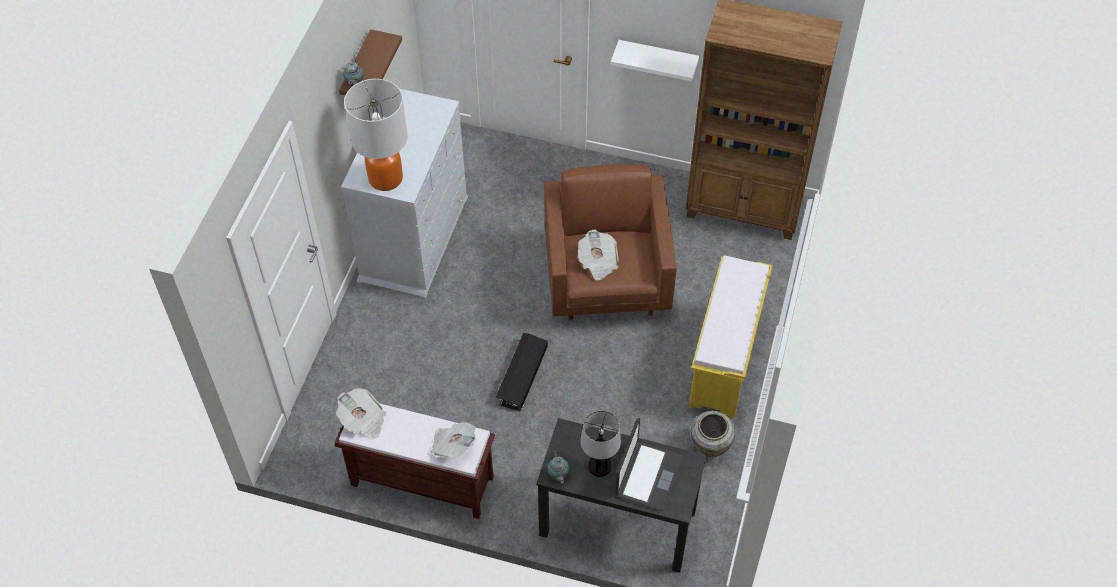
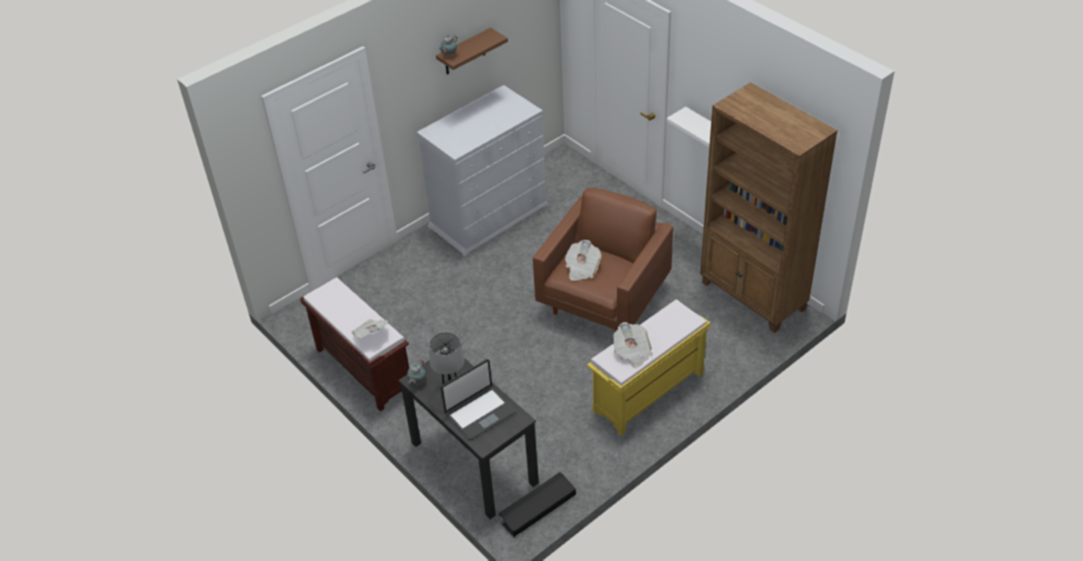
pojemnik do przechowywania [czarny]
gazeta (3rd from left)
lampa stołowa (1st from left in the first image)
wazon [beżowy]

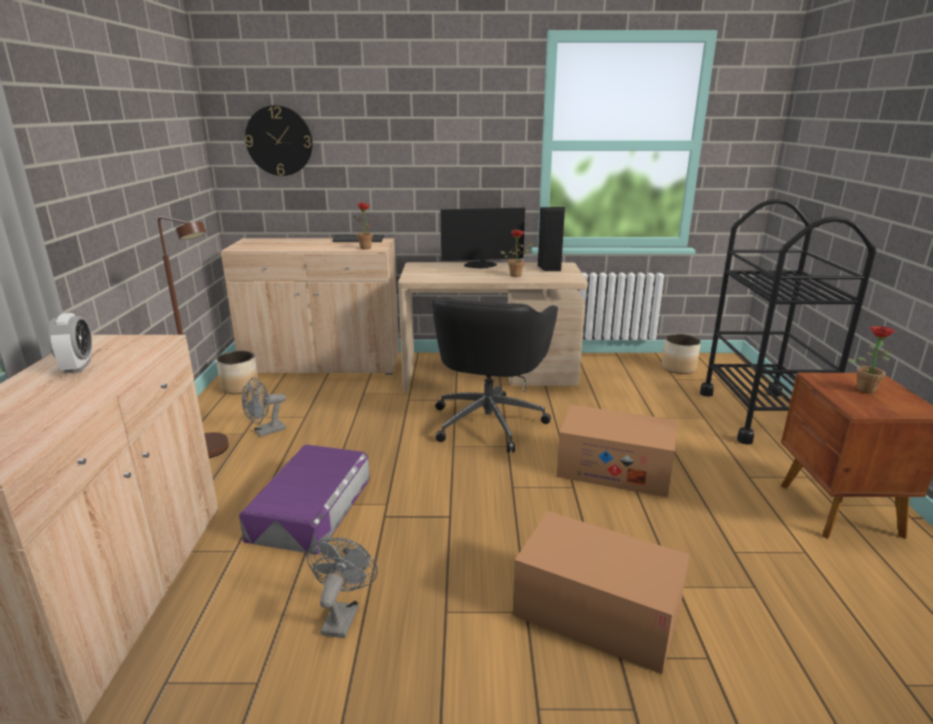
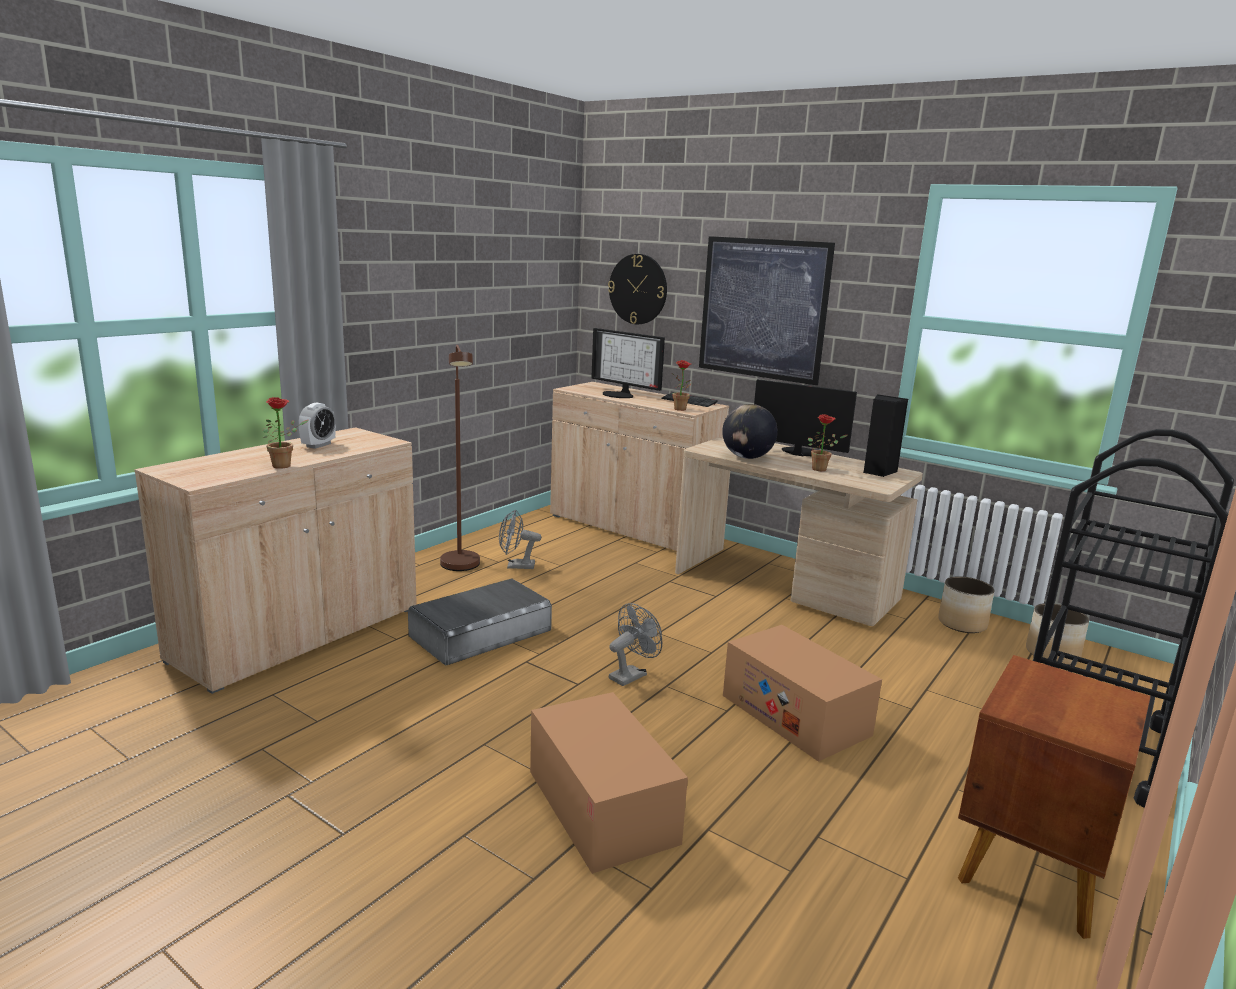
roślina doniczkowa (1st from left)
pojemnik do przechowywania [szary]
monitor (1st from left)
wentylator [szary] (2nd from left)
obraz
globus
donica (1st from left)
krzesło biurowe [czarny]

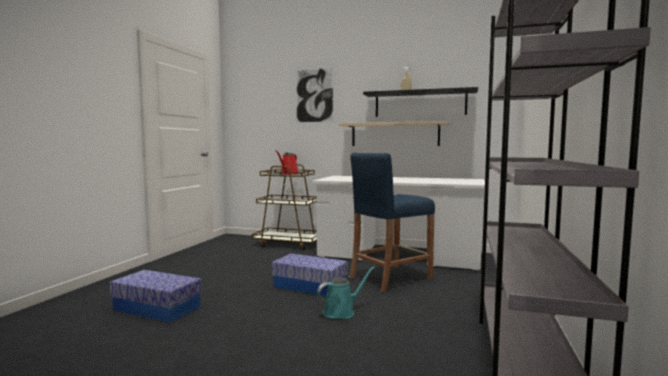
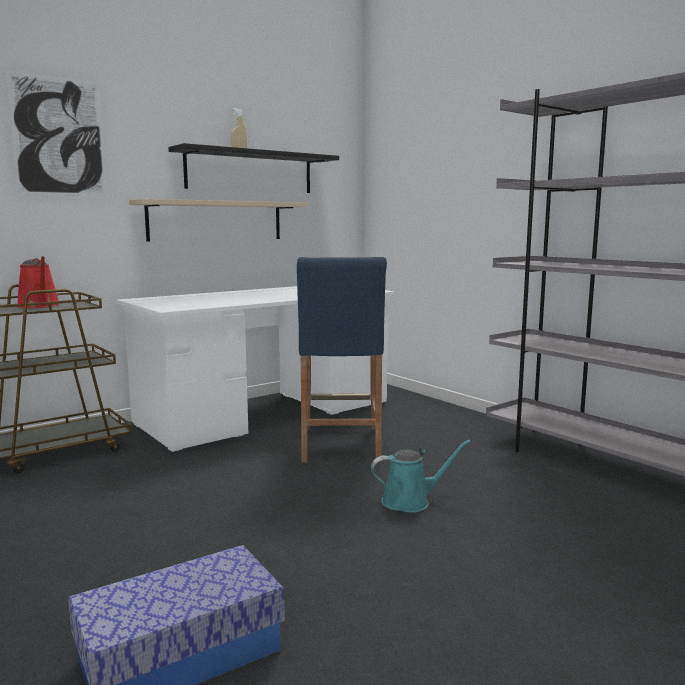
konewka [turkusowy]
pojemnik do przechowywania (2nd from left in the first image)

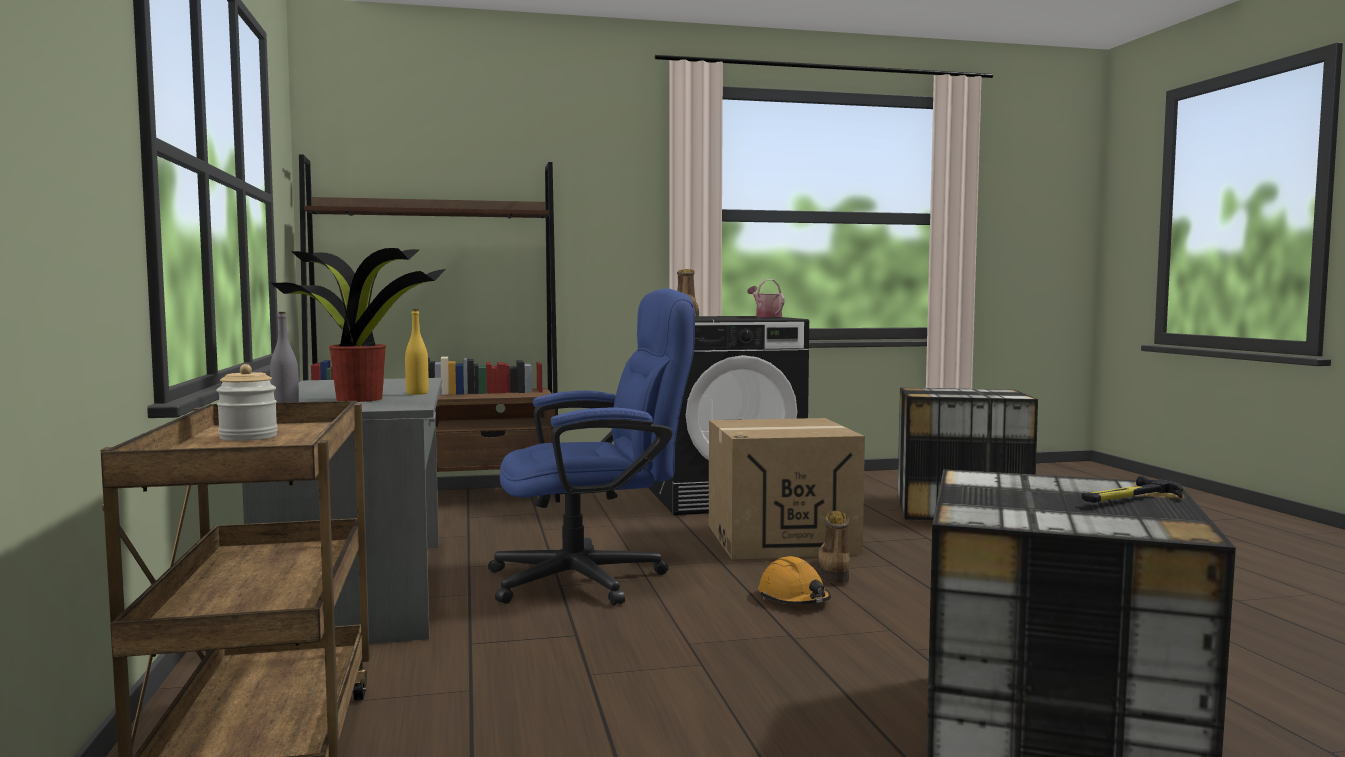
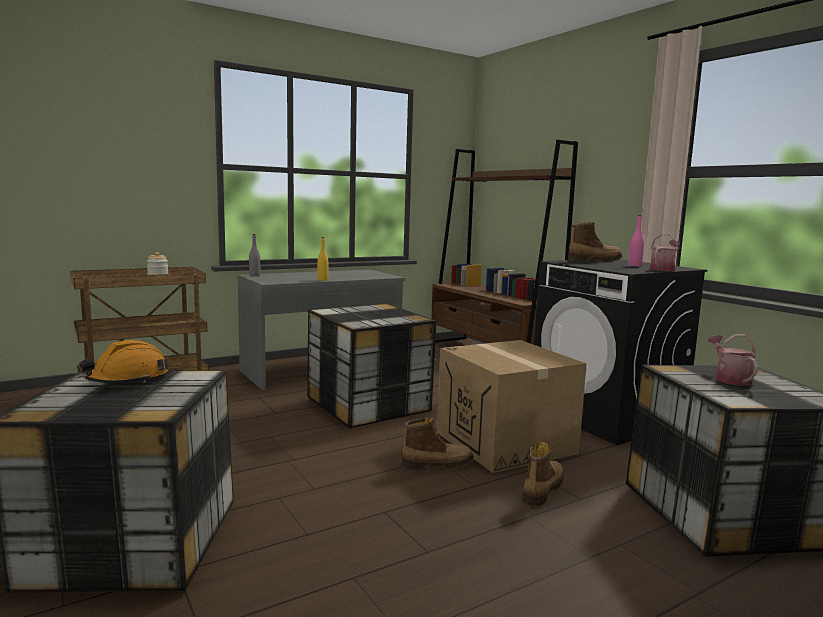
kask [pomarańczowy]
pojemnik do przechowywania (2nd from left)
but z cholewką (2nd from left)
butelka [różowy]
konewka (2nd from left)
roślina doniczkowa
młotek

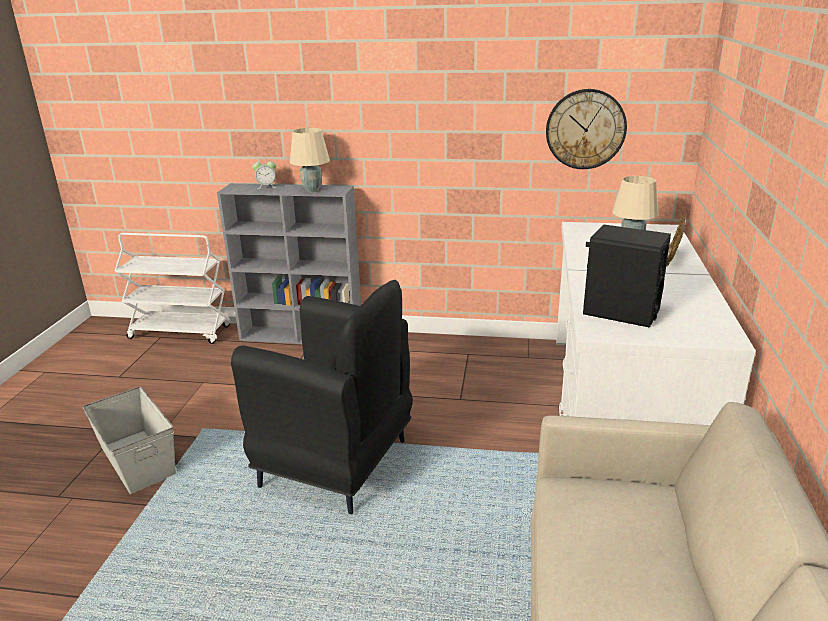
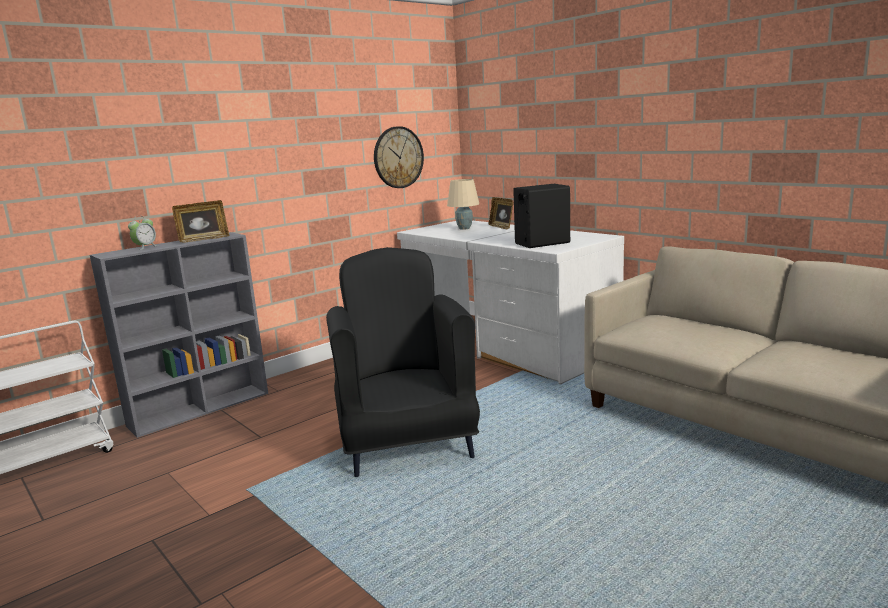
ramka na zdjęcie (1st from left)
fotel [czarny]
pojemnik do przechowywania [szary]

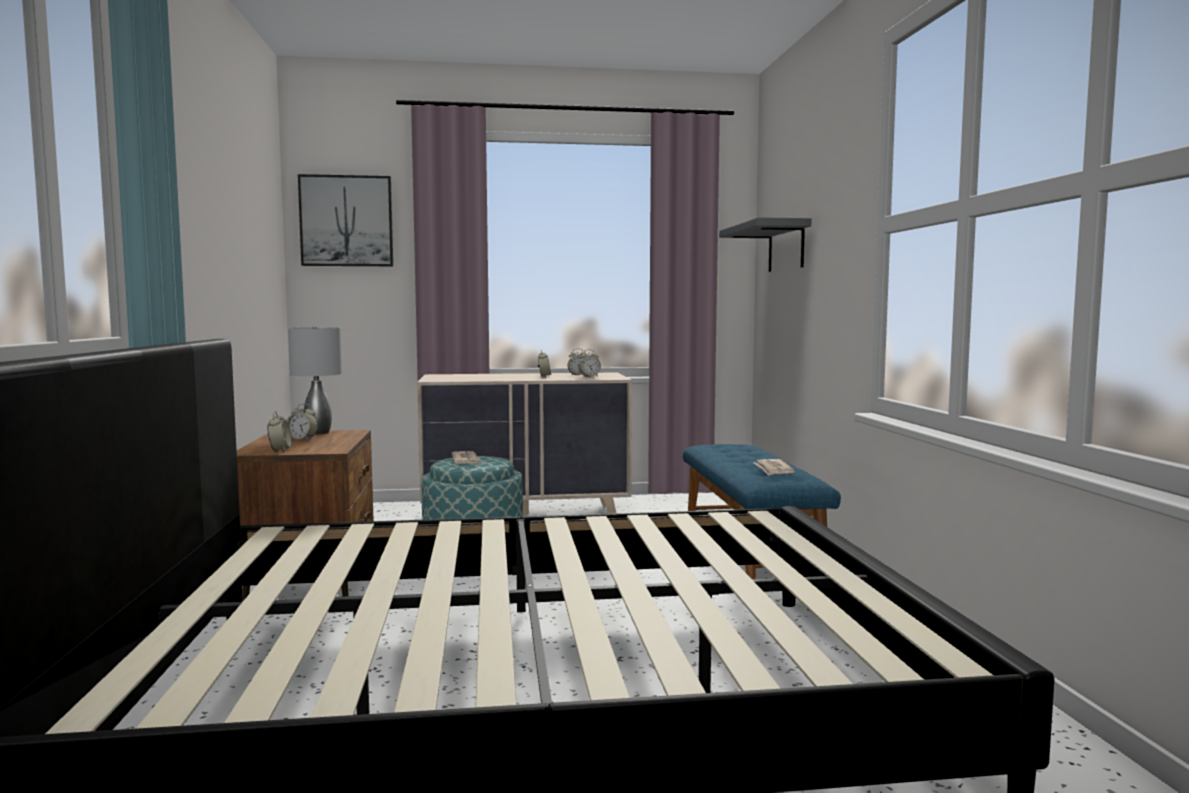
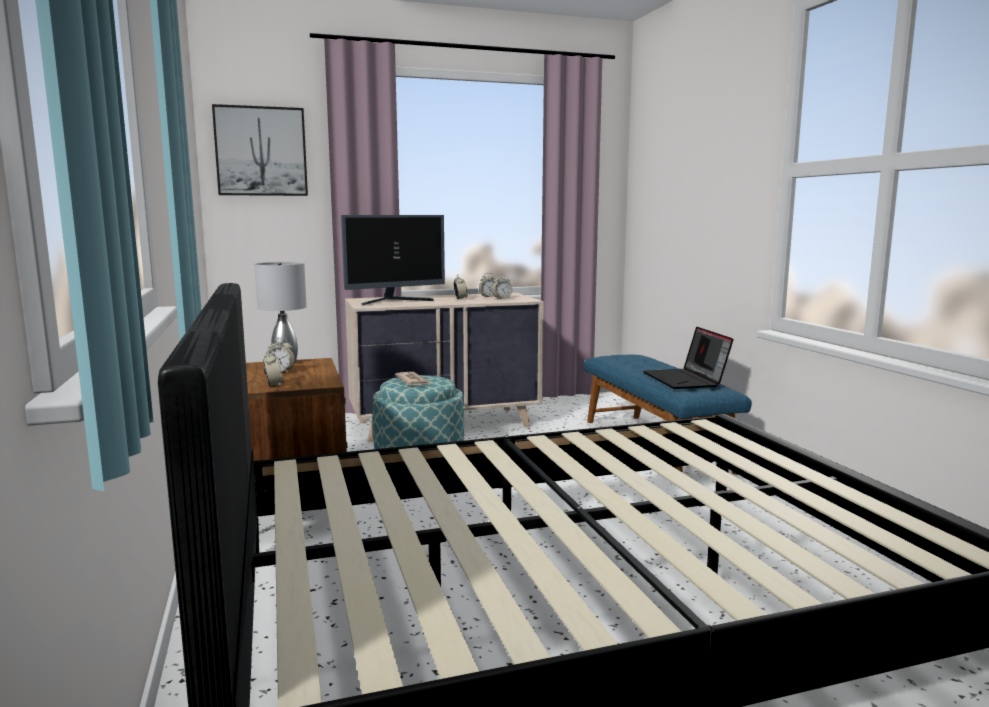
monitor
laptop
półka [szary]

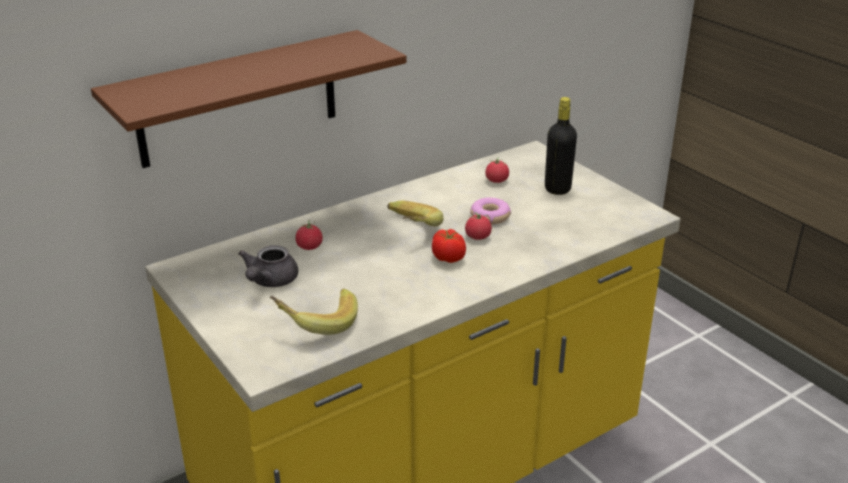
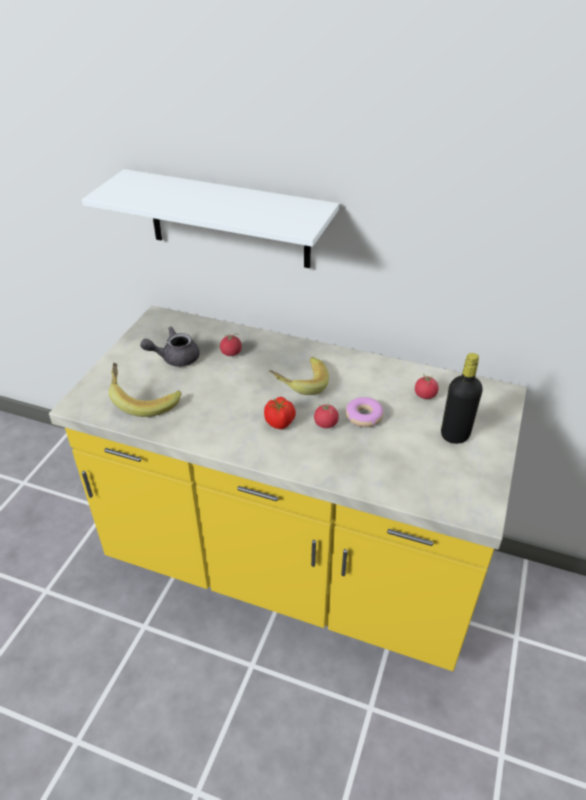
półka [biały]

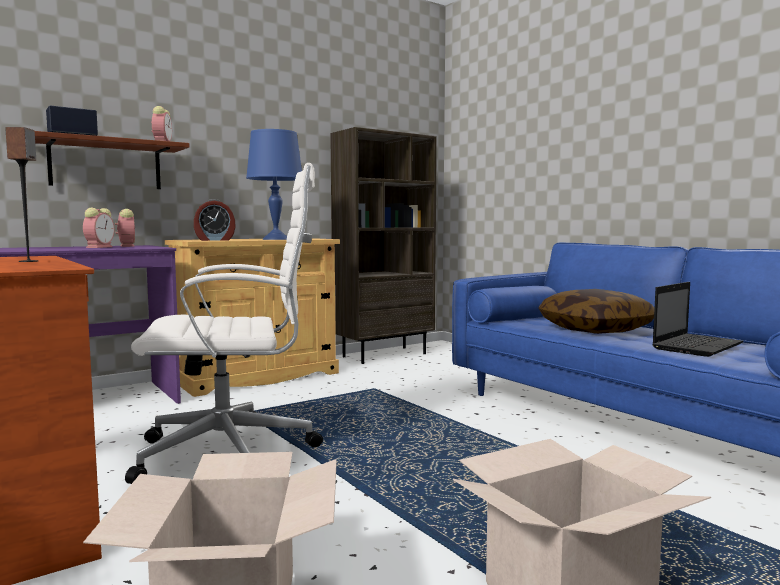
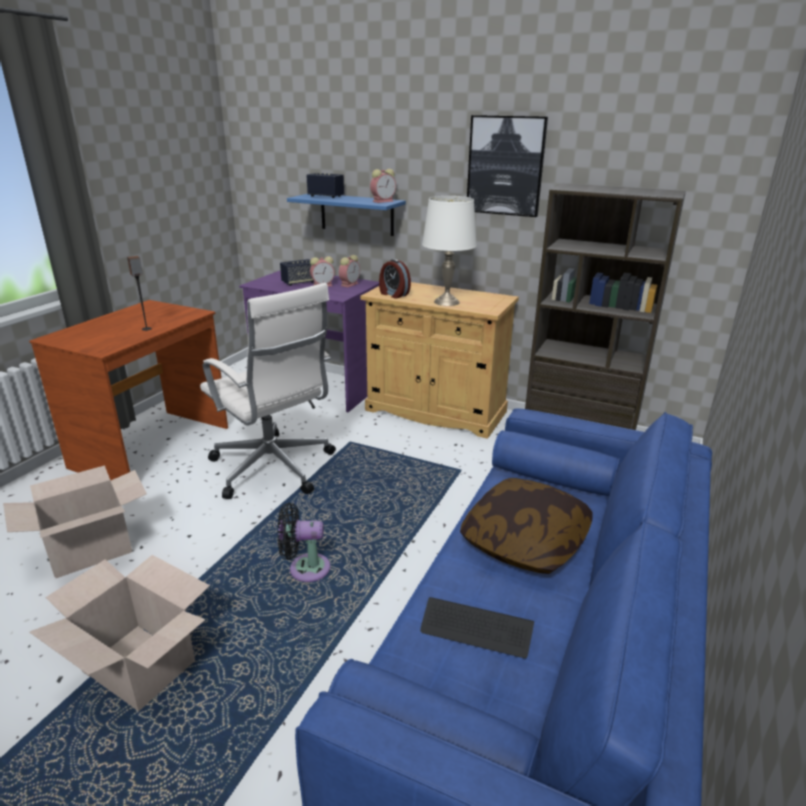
wentylator [czarny]
głośnik (2nd from left)
półka [niebieski]
klawiatura
lampa stołowa [biały]
obraz

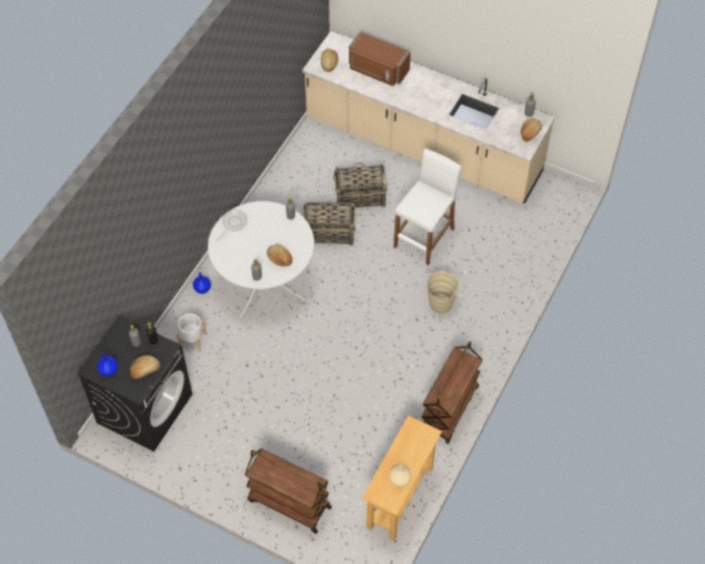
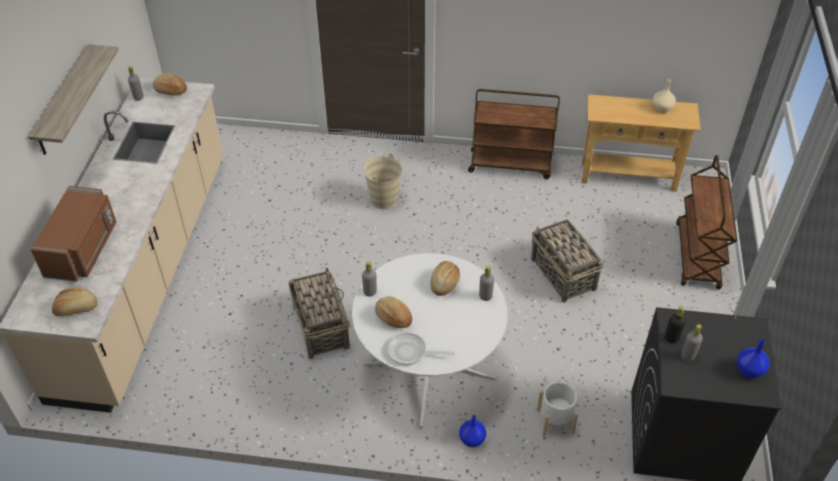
półka
chleb (3rd from left)
koszyk (2nd from left)
stołek [biały]

